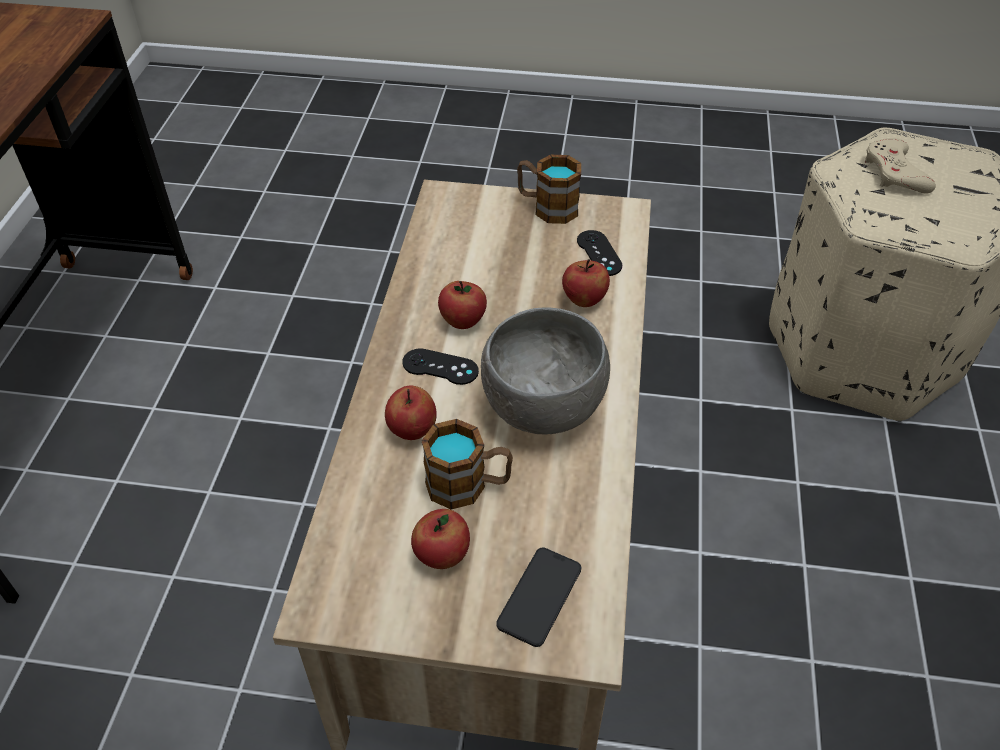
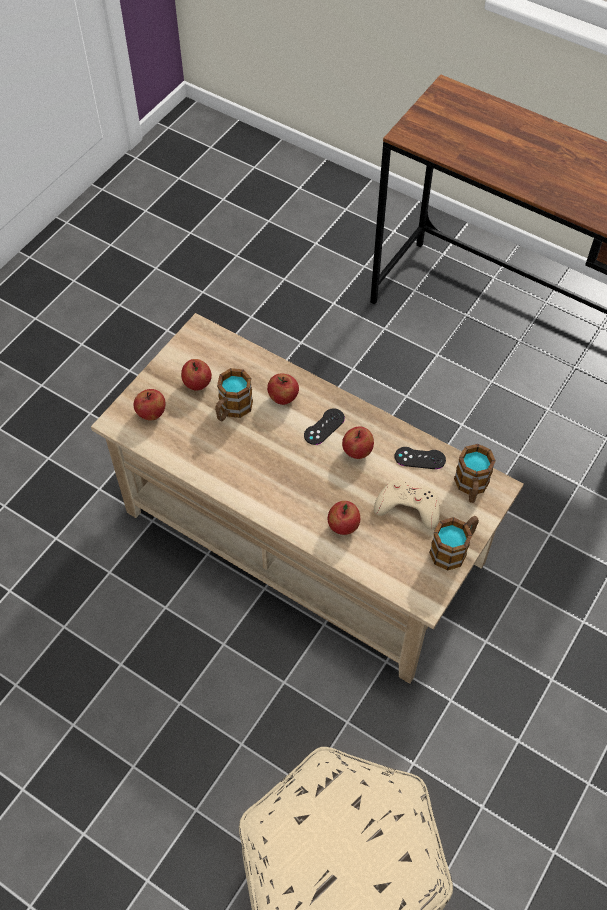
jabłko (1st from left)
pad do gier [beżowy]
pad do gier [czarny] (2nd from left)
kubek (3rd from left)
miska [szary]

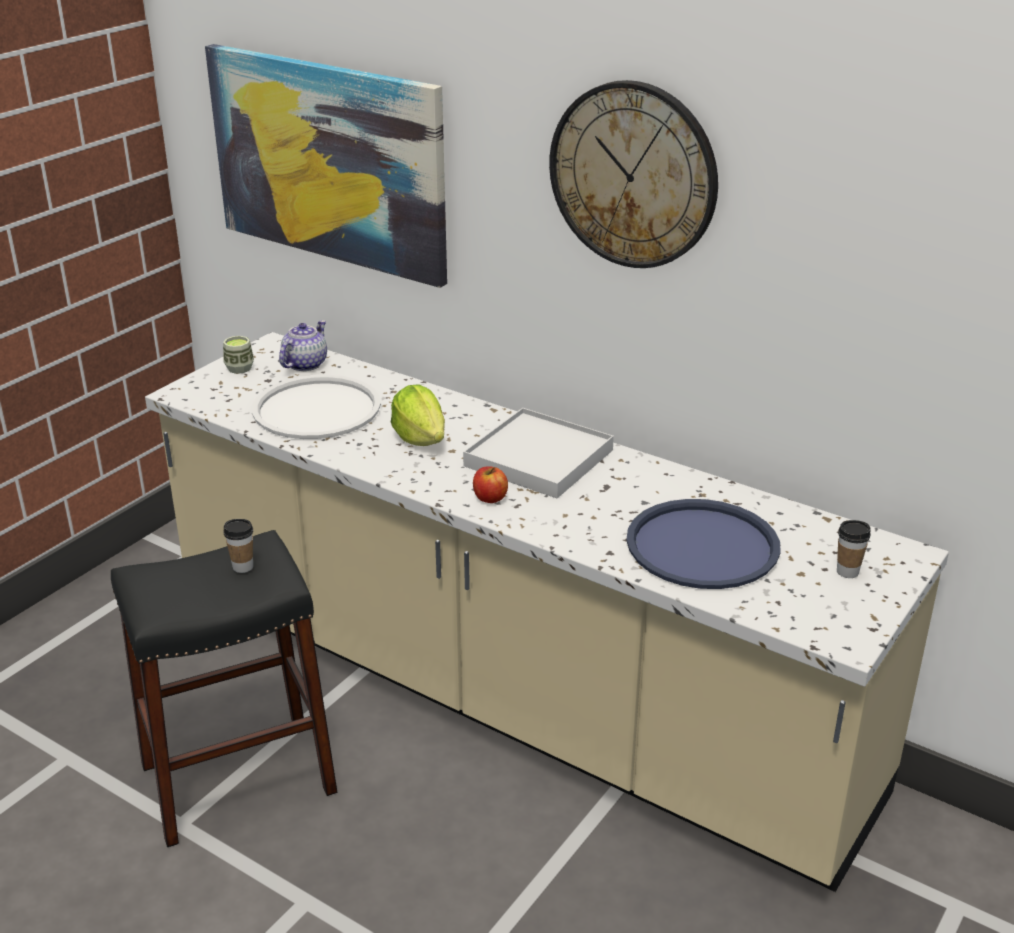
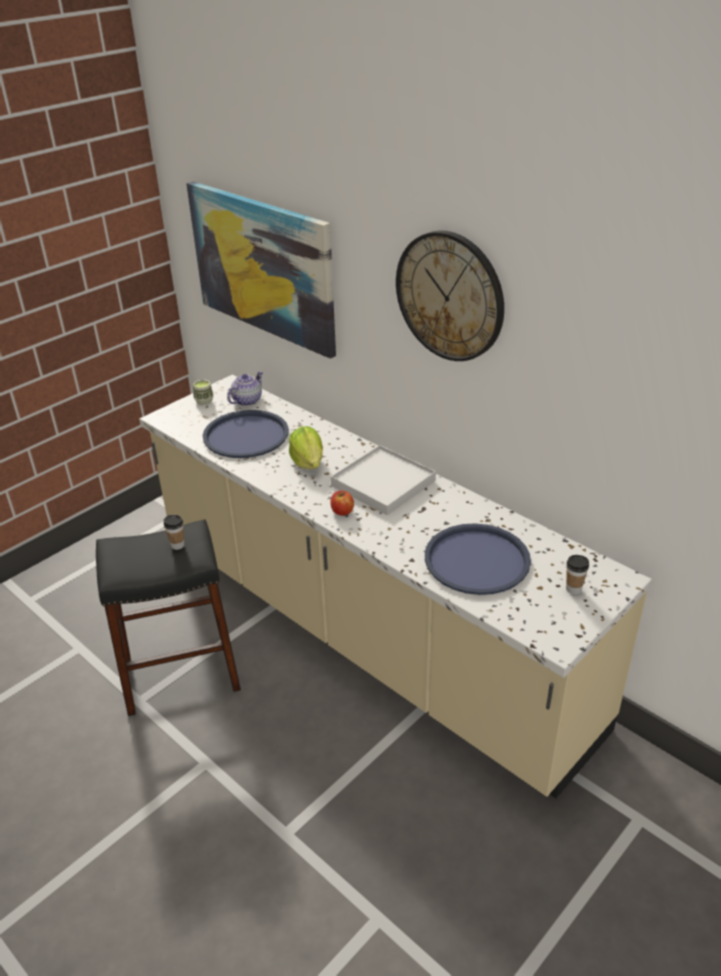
taca [niebieski] (1st from left)

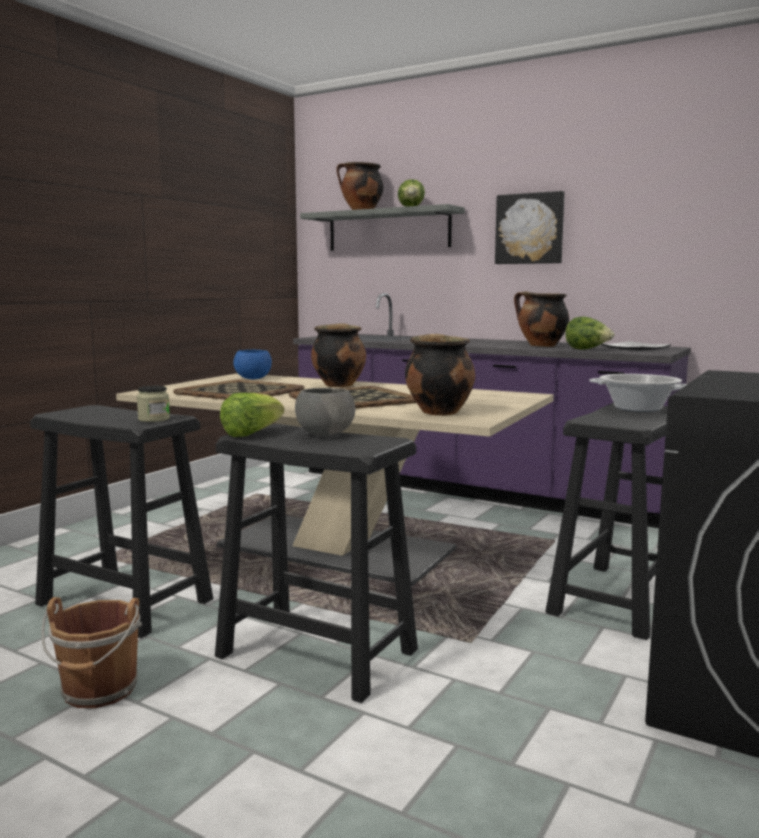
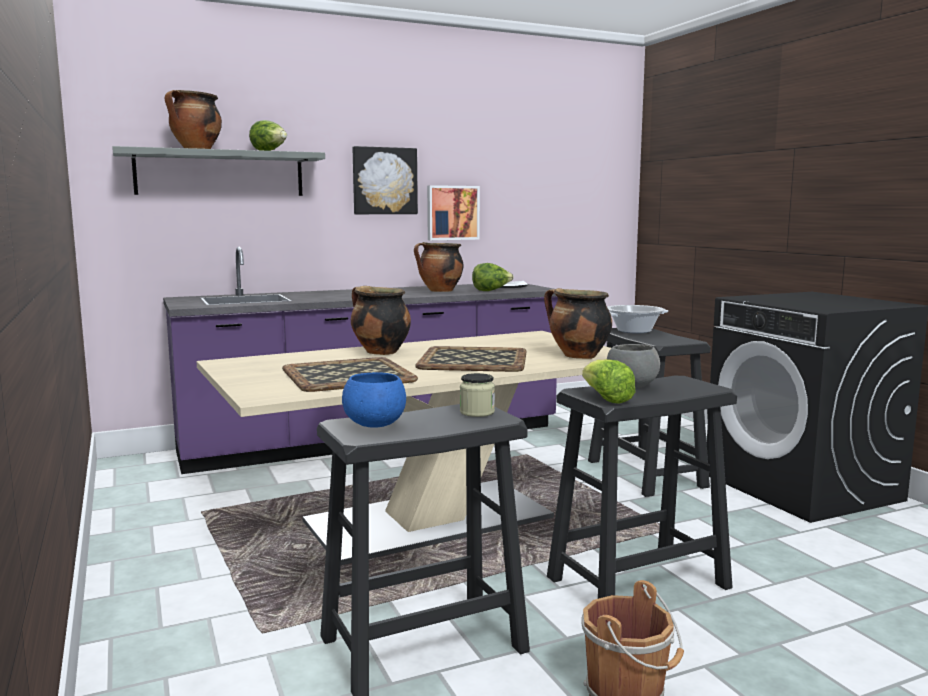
miska [niebieski]
obraz (2nd from left)

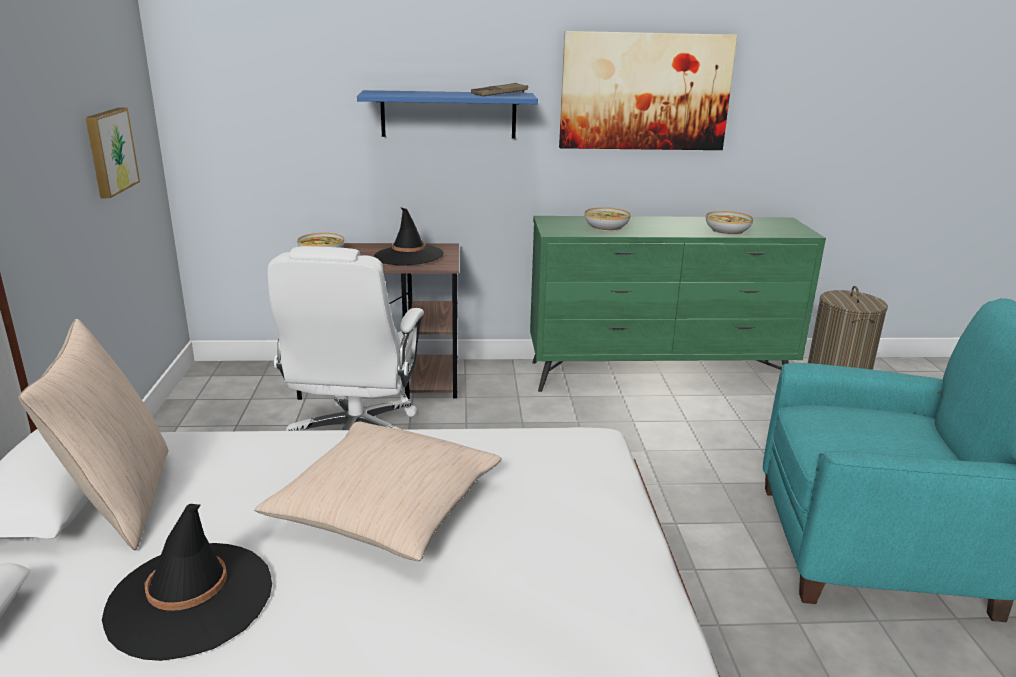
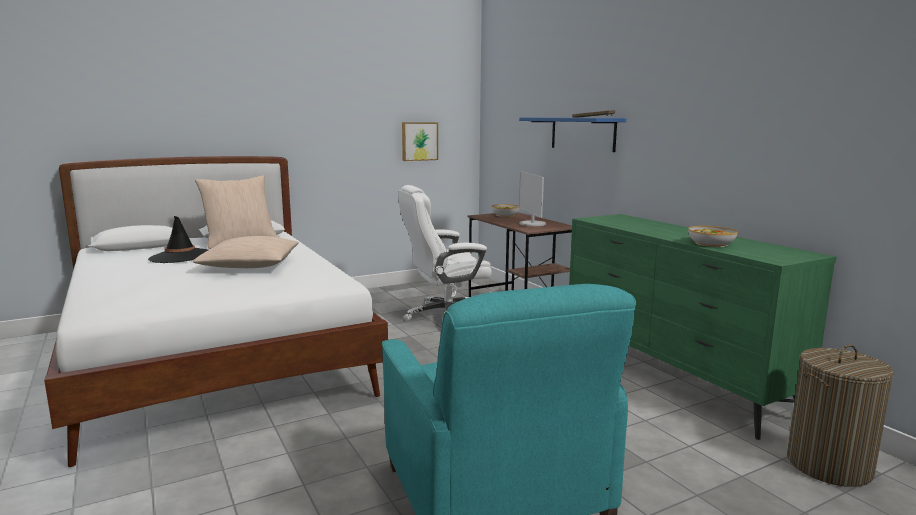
monitor
obraz (2nd from left in the first image)
miska (2nd from left in the first image)

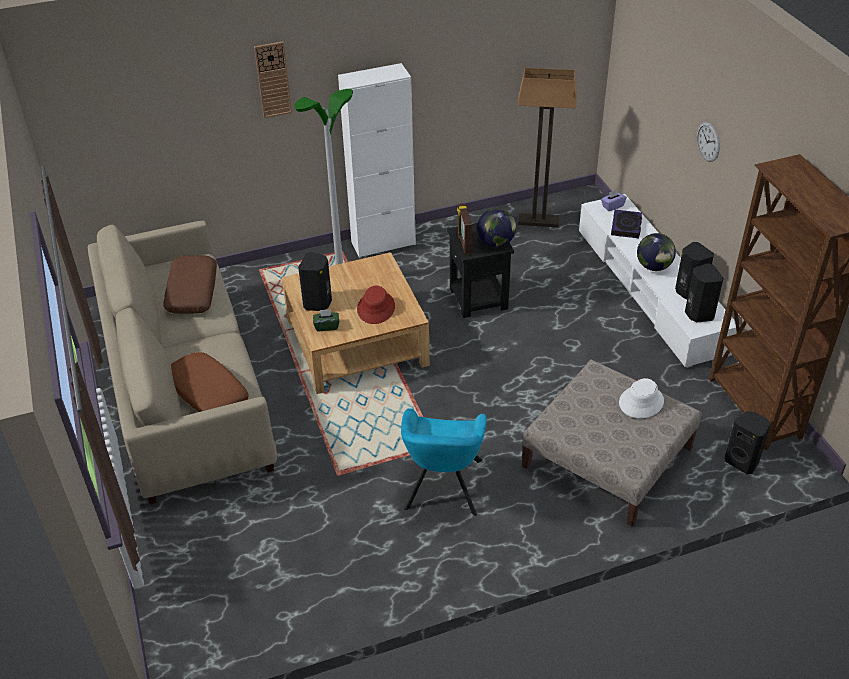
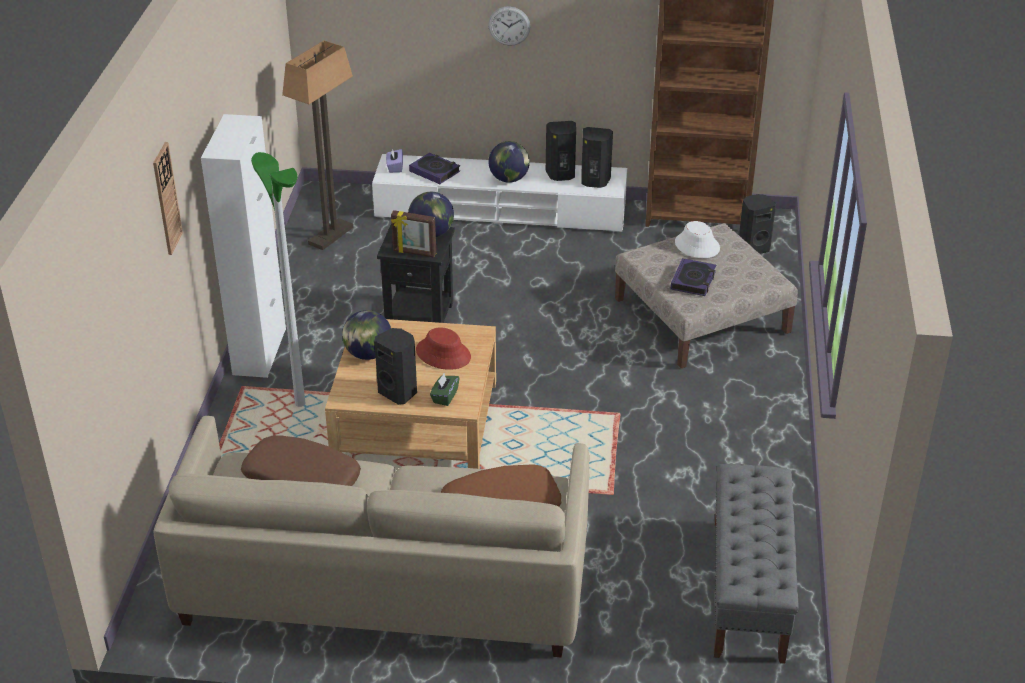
globus (1st from left)
książka (2nd from left)
ławka [szary]
fotel [turkusowy]

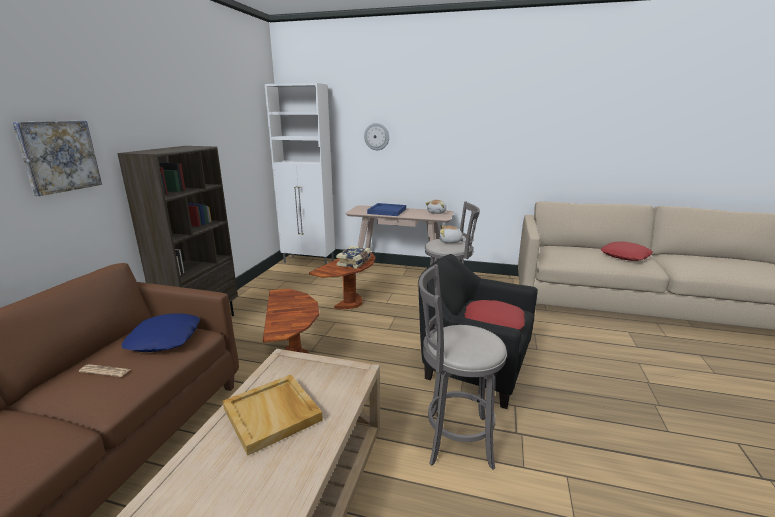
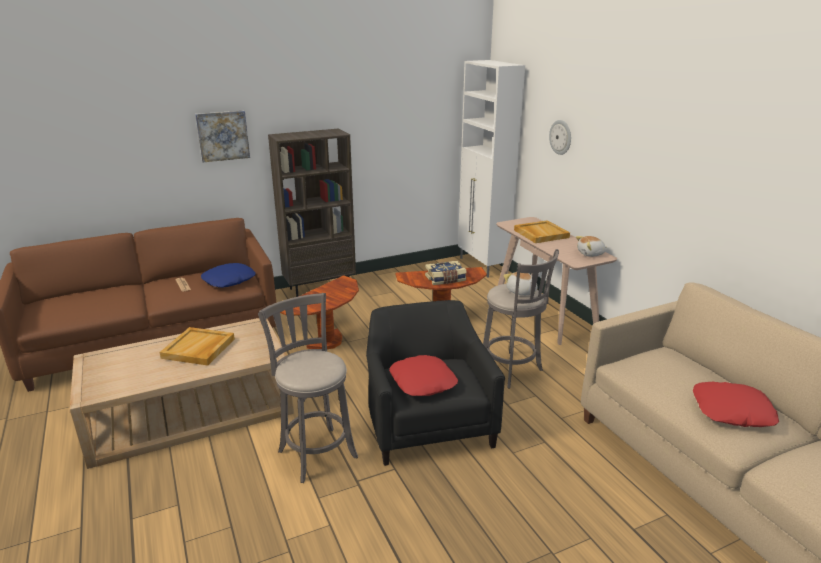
taca [beżowy] (2nd from left)

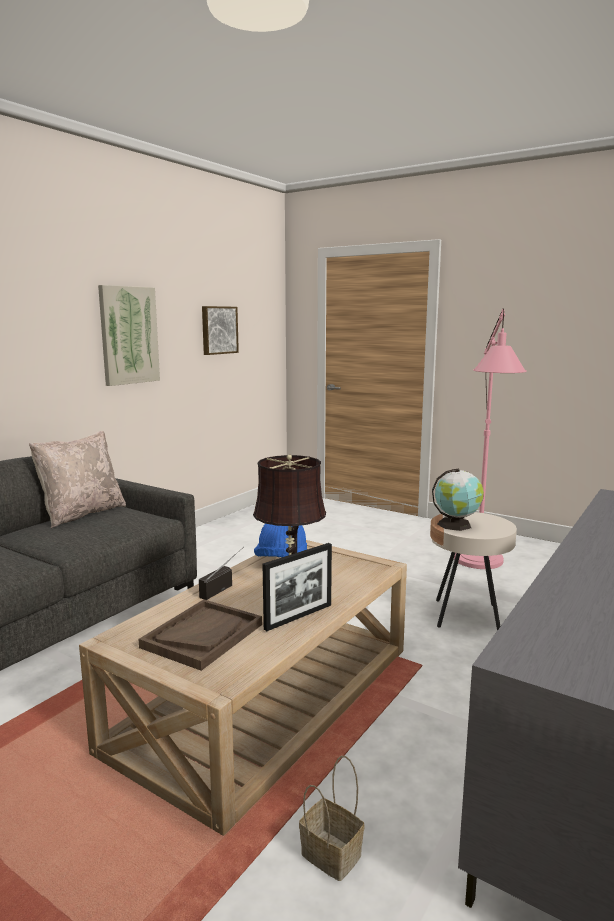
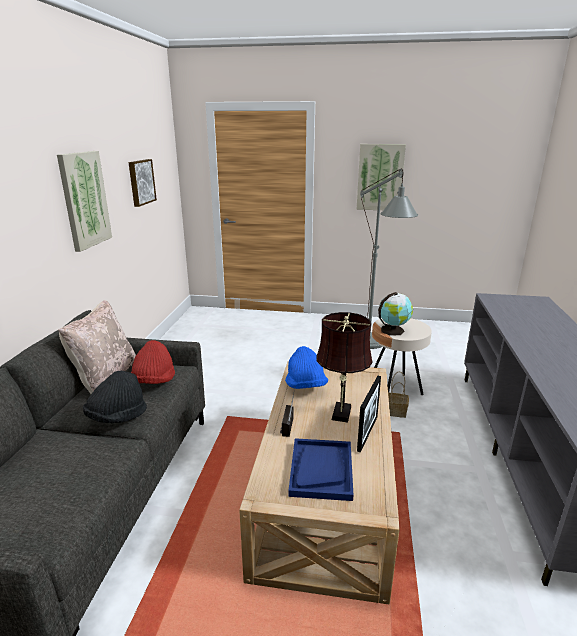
kapelusz [czarny]
kapelusz [czerwony]
taca [niebieski]
obraz (3rd from left)
lampa stojąca [szary]
koszyk

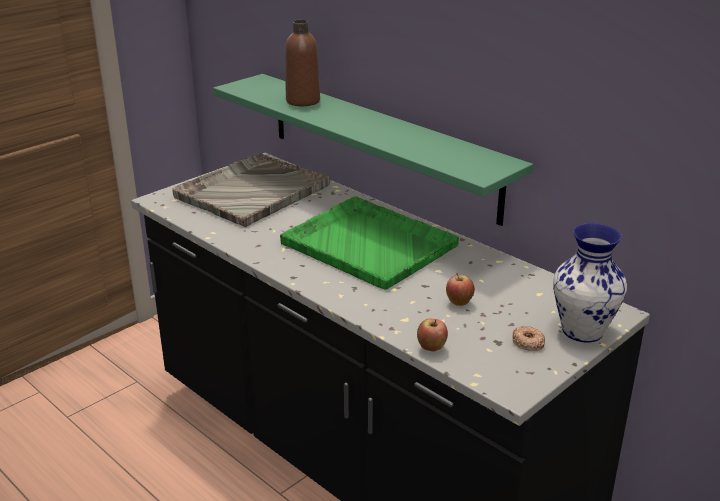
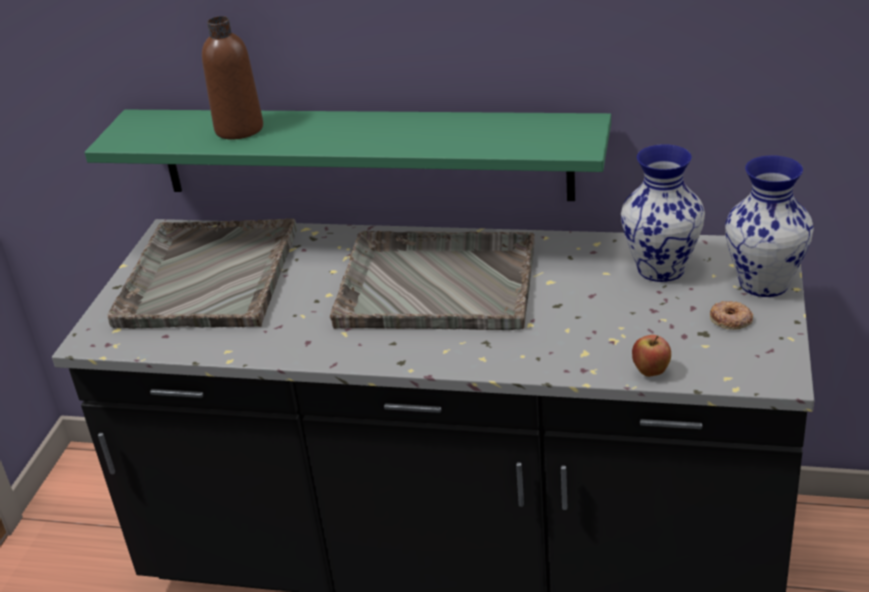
taca [szary] (2nd from left)
wazon (1st from left)
jabłko (2nd from left in the first image)

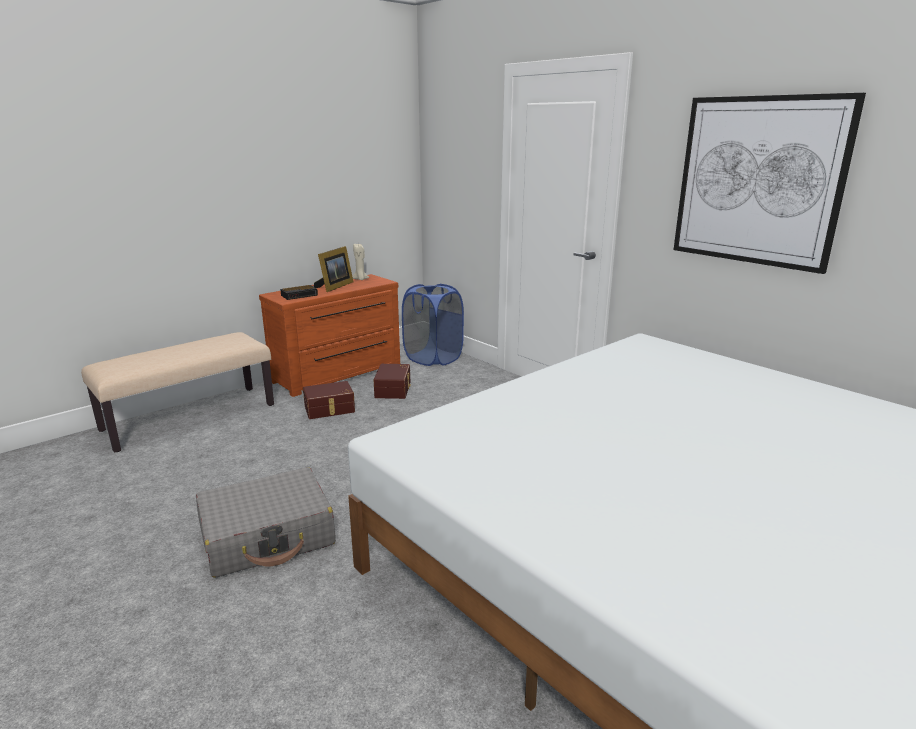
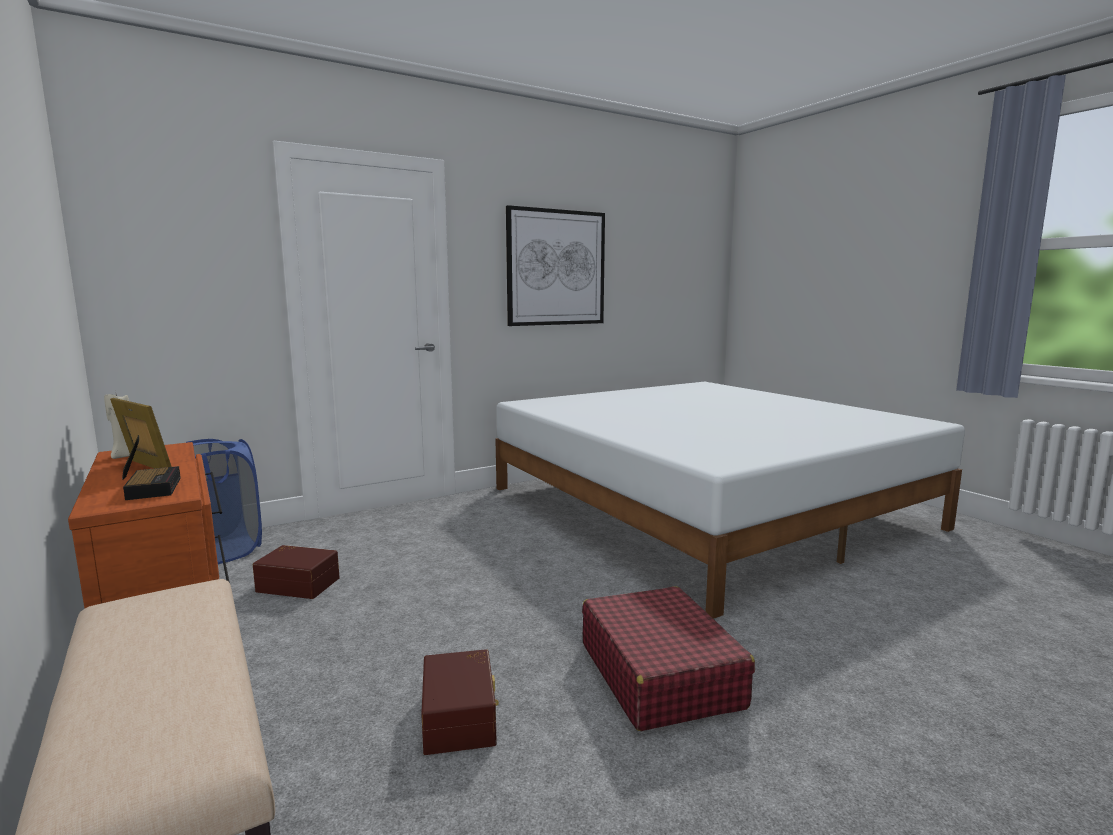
pojemnik do przechowywania [brązowy] (2nd from left)
walizka [czerwony]

